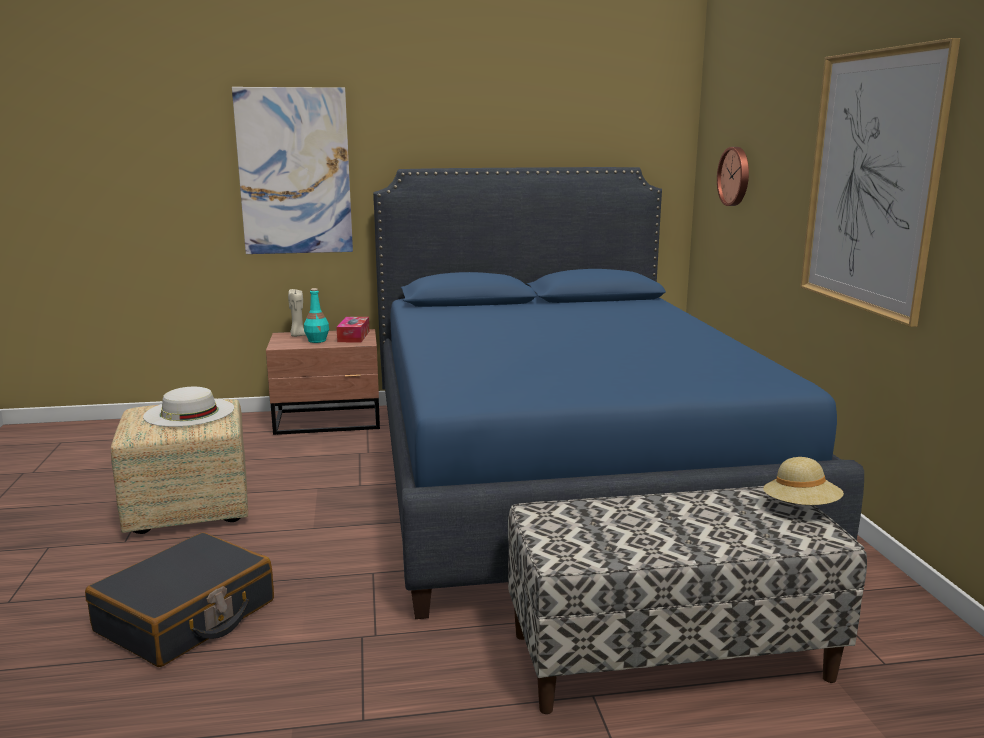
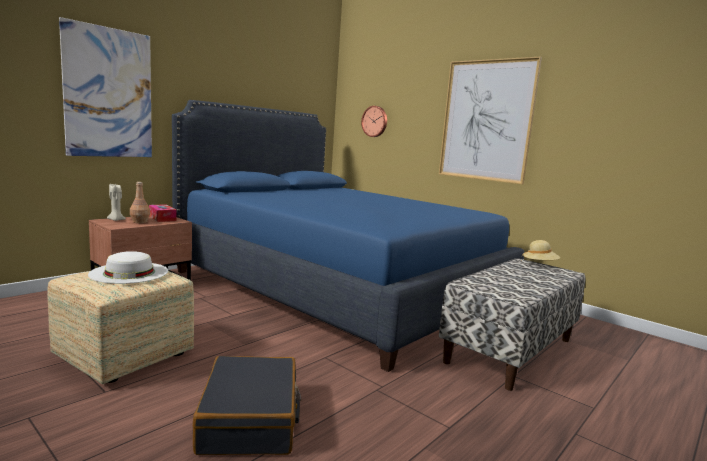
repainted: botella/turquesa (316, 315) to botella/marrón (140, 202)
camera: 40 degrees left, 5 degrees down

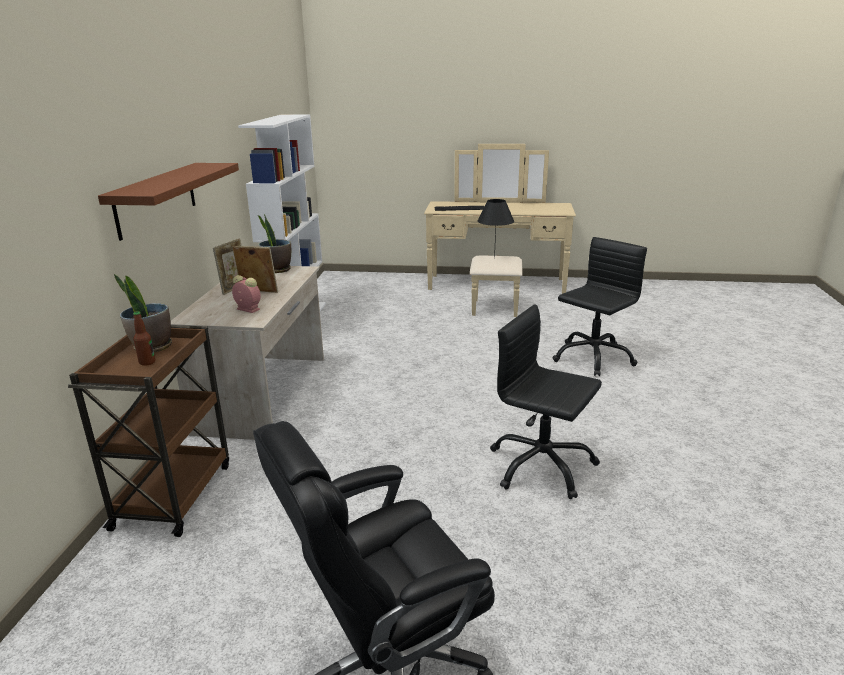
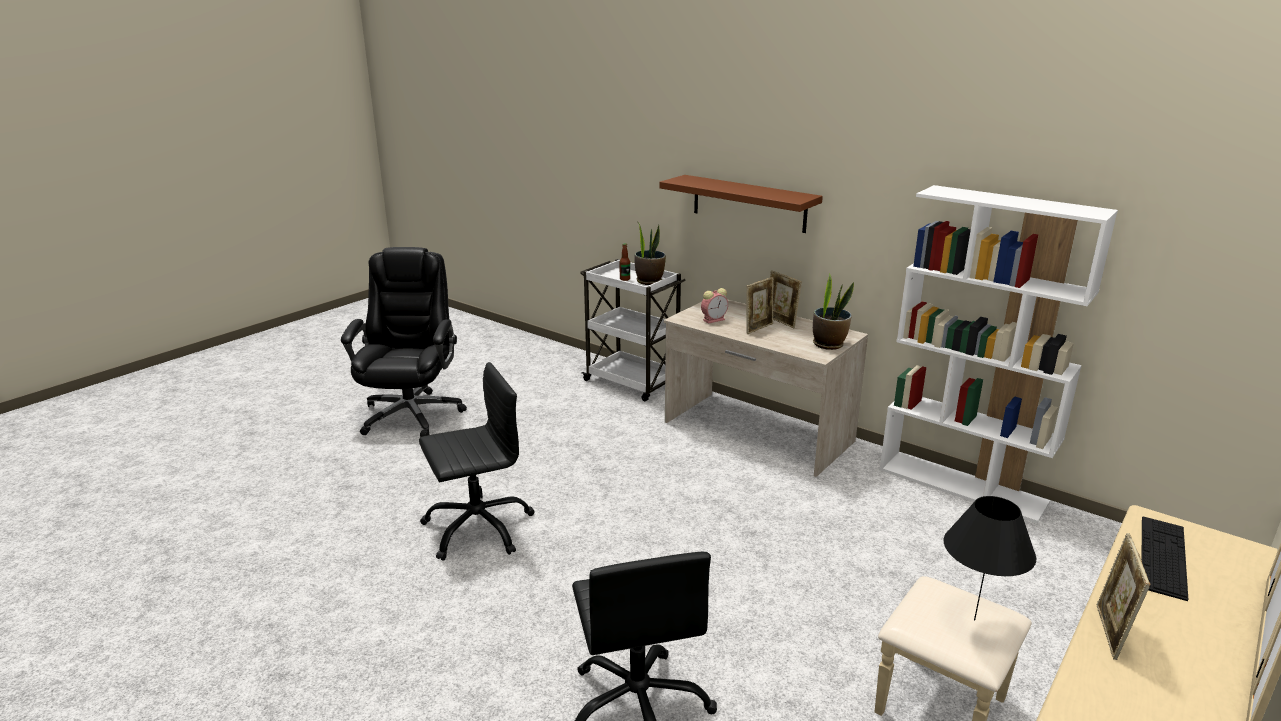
new: portarretratos (1123, 596)
repainted: carrito/marrón (148, 431) to carrito/blanco (633, 330)
camera: 120 degrees right, 0 degrees up

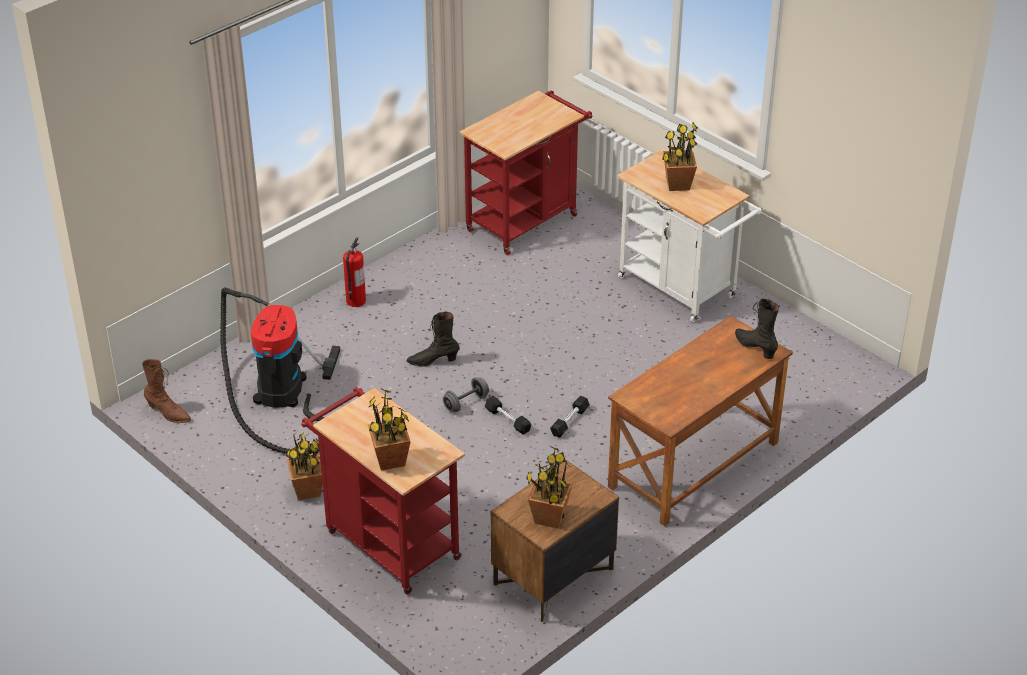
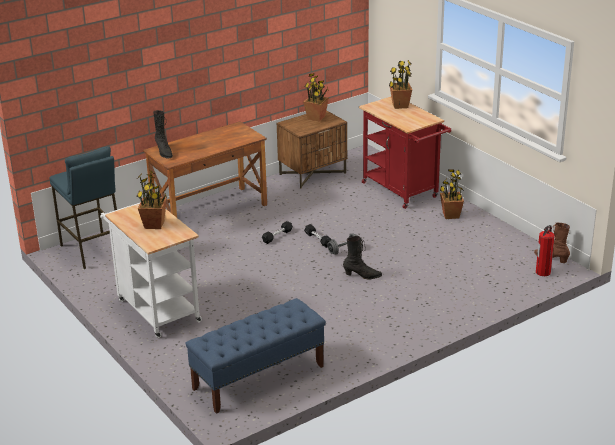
gone: aspiradora (280, 371)
new: taburete/azul (83, 207)
shifted: extintor (354, 272) to (545, 250)
swapped: carrito/rojo (525, 172) to banco/azul (255, 356)
camera: 170 degrees left, 10 degrees down

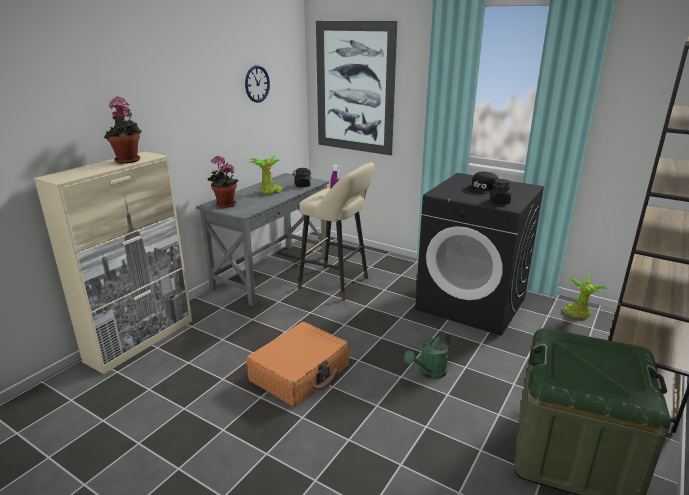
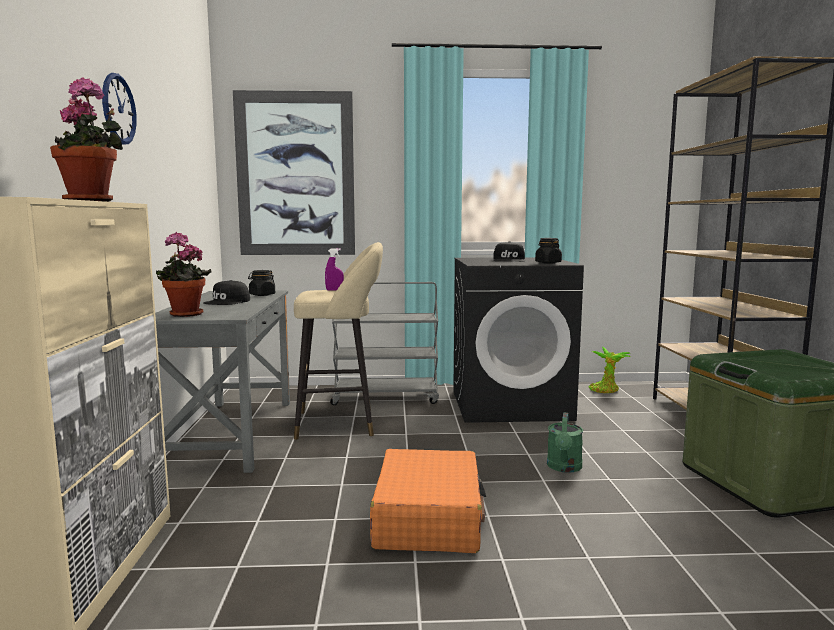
new: carrito/gris (384, 343)
shifted: reloj de pared (257, 84) to (119, 109)
swapped: planta en maceta (266, 175) to gorra/negro (226, 292)
camera: 35 degrees left, 15 degrees down

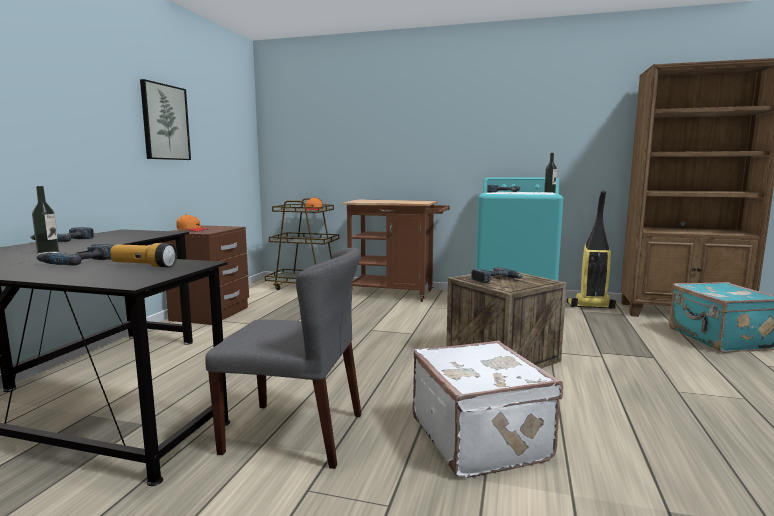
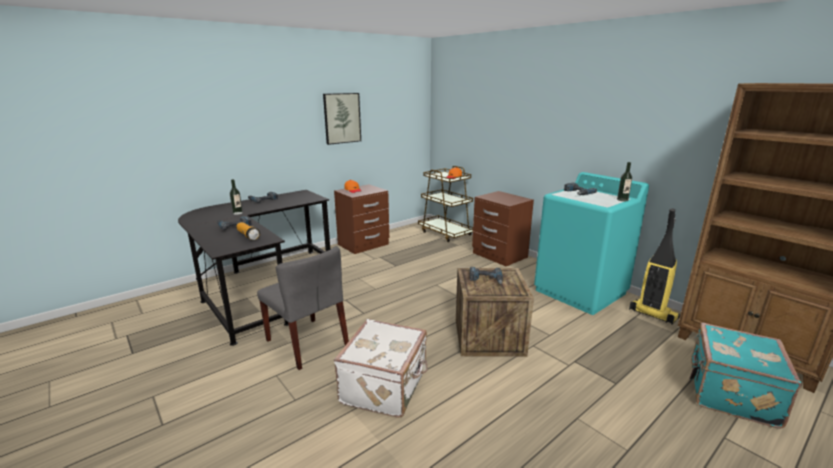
swapped: carrito/marrón (396, 251) to mesita de noche/marrón (503, 228)
camera: 35 degrees right, 10 degrees up

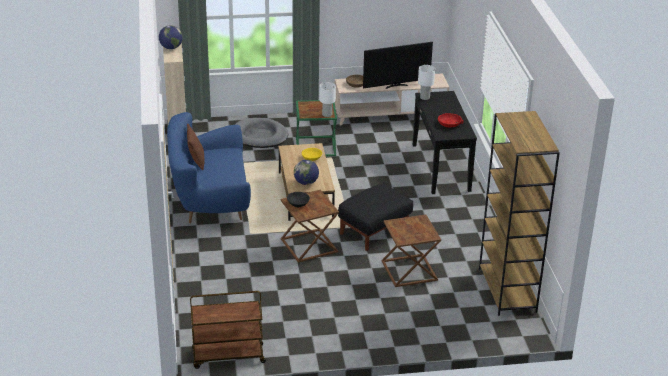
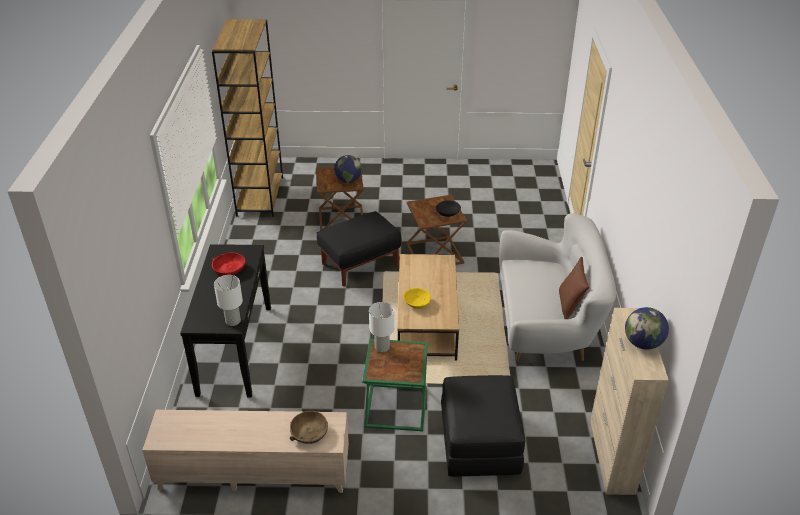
gone: carrito/marrón (228, 330); televisor (398, 65)
shifted: globo terráqueo (306, 172) to (348, 169)
swapped: cama para perro/gris (261, 133) to puf/negro (483, 426)
repainted: sofá/azul (209, 167) to sofá/blanco (557, 287)
camera: 170 degrees left, 5 degrees up

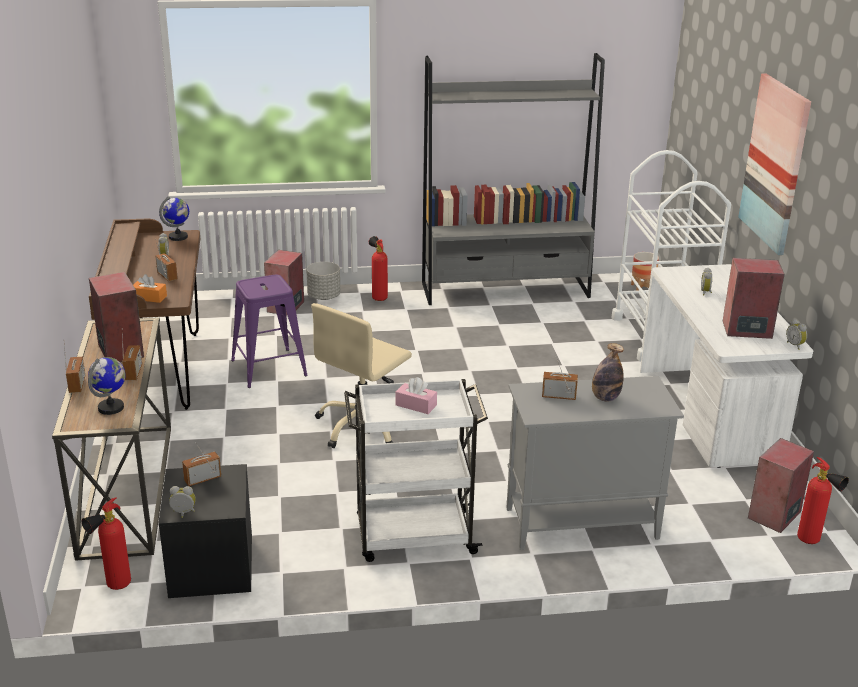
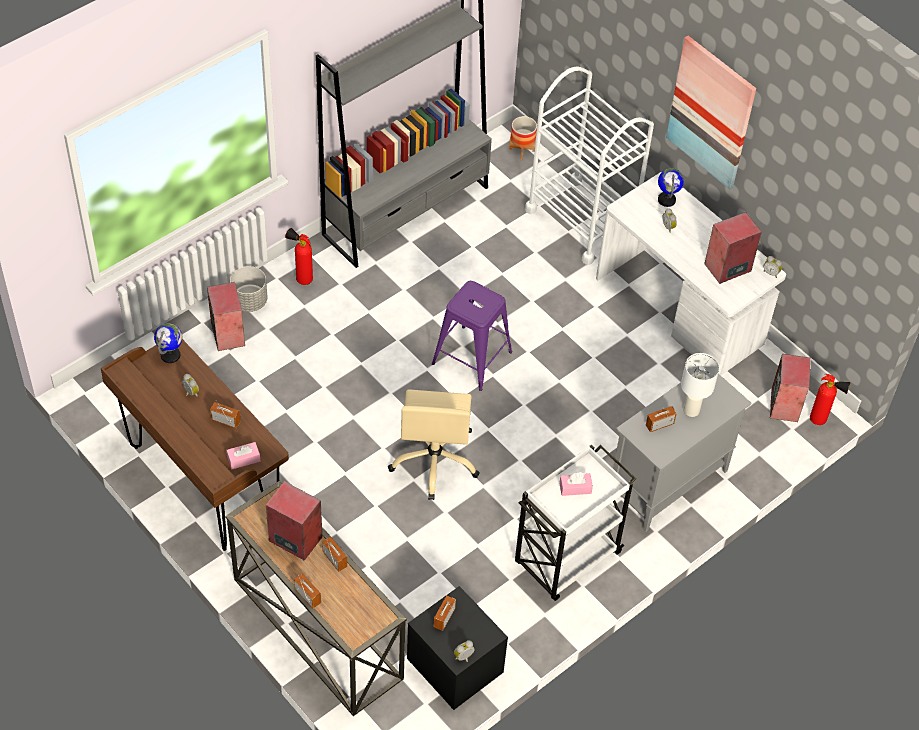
gone: extintor (106, 543)
shifted: globo terráqueo (107, 386) to (671, 187); taburete/morado (269, 331) to (472, 336)
swapped: botella (608, 372) to lámpara de mesa/blanco (700, 385)
repainted: caja de pañuelos/naranja (150, 288) to caja de pañuelos/rosa (243, 455)
camera: 35 degrees left, 25 degrees up

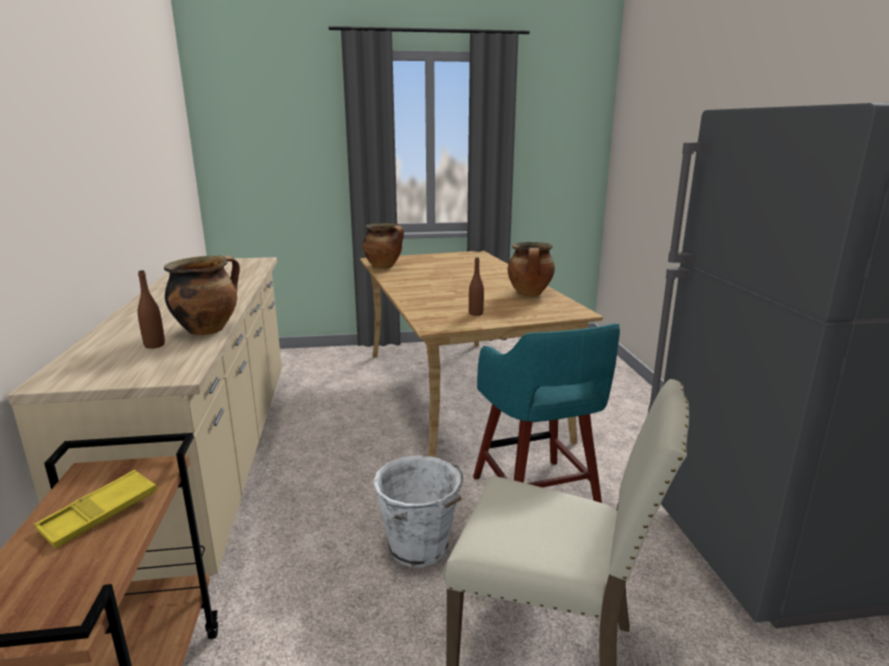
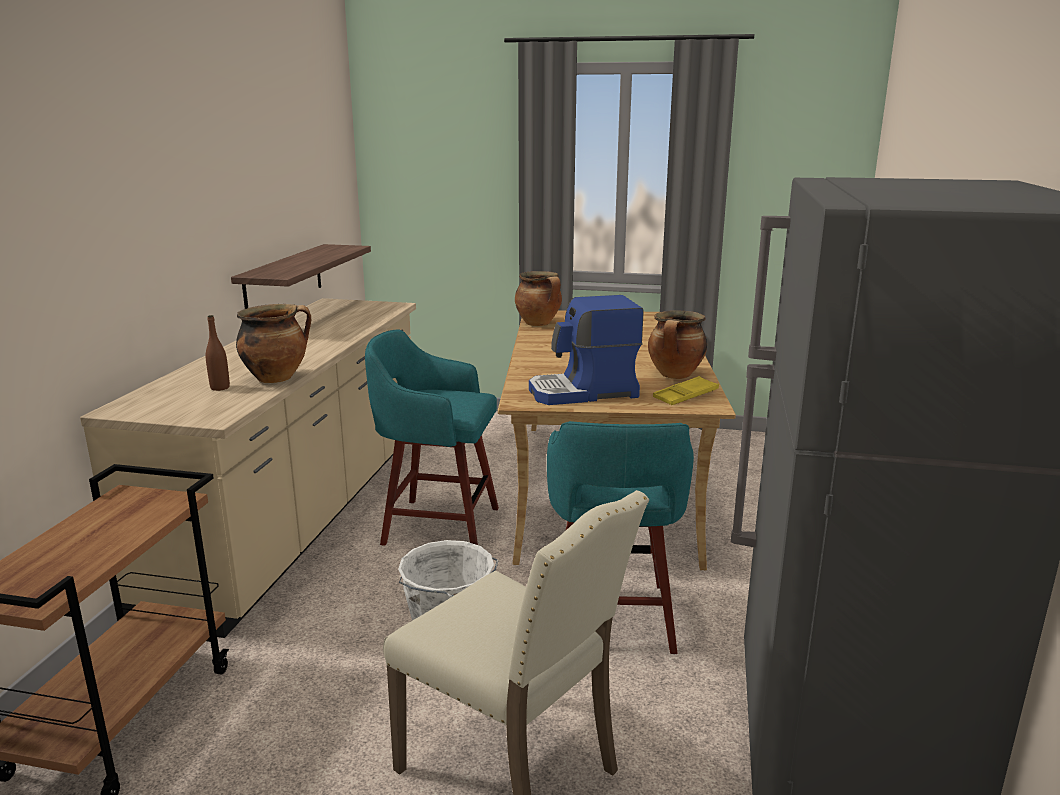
new: estante (301, 276); taburete/turquesa (432, 437)
shifted: bandeja/amarillo (95, 509) to (686, 390)
swapped: botella/marrón (476, 286) to cafetera (586, 350)
camera: 20 degrees right, 0 degrees up

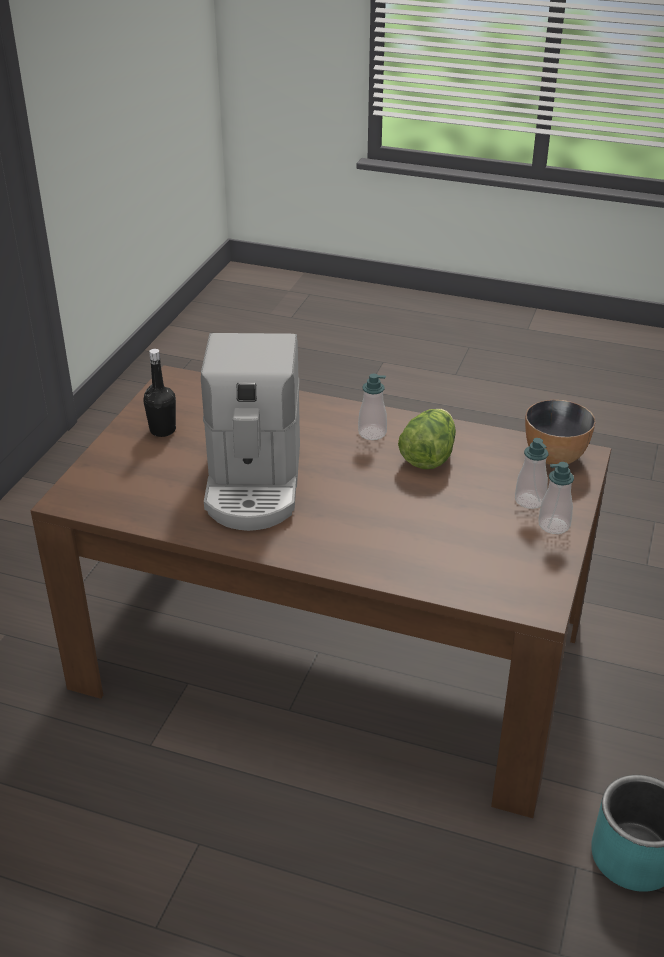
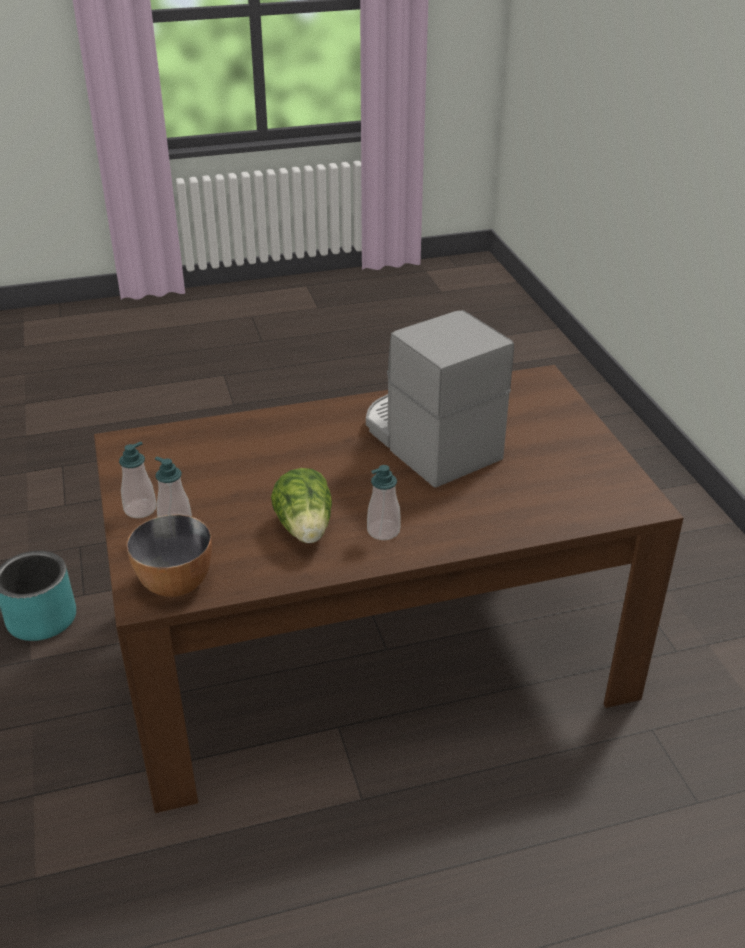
gone: botella/negro (159, 393)
camera: 145 degrees right, 0 degrees up

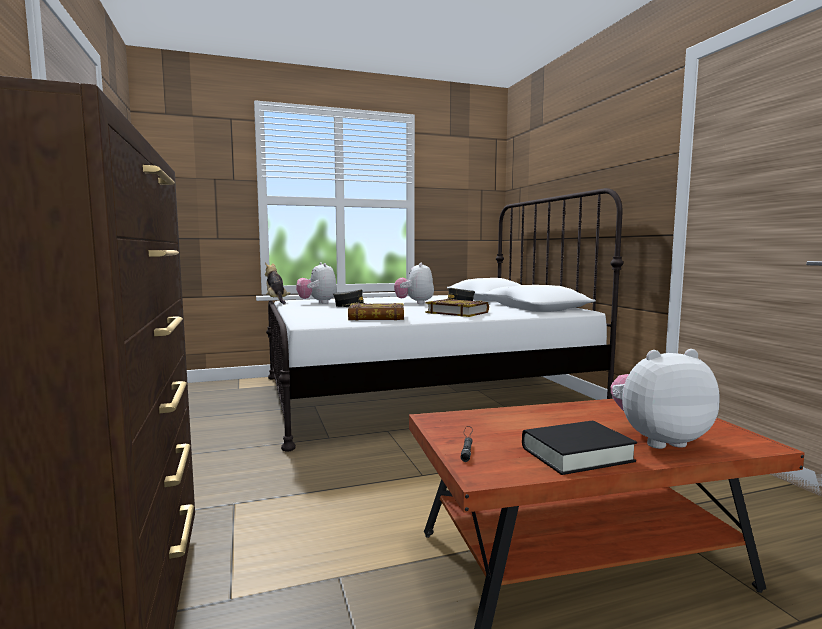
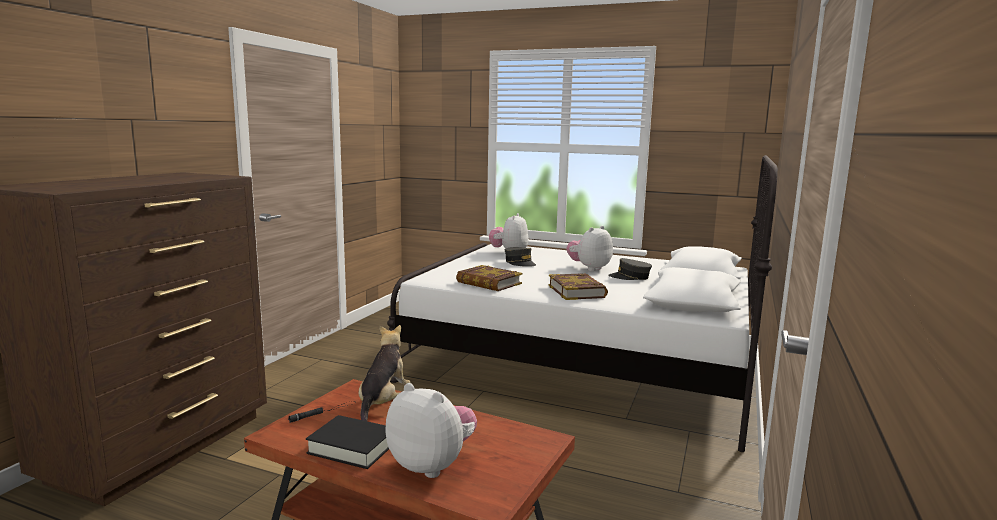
shifted: peluche (278, 283) to (385, 373)
camera: 40 degrees right, 5 degrees up

